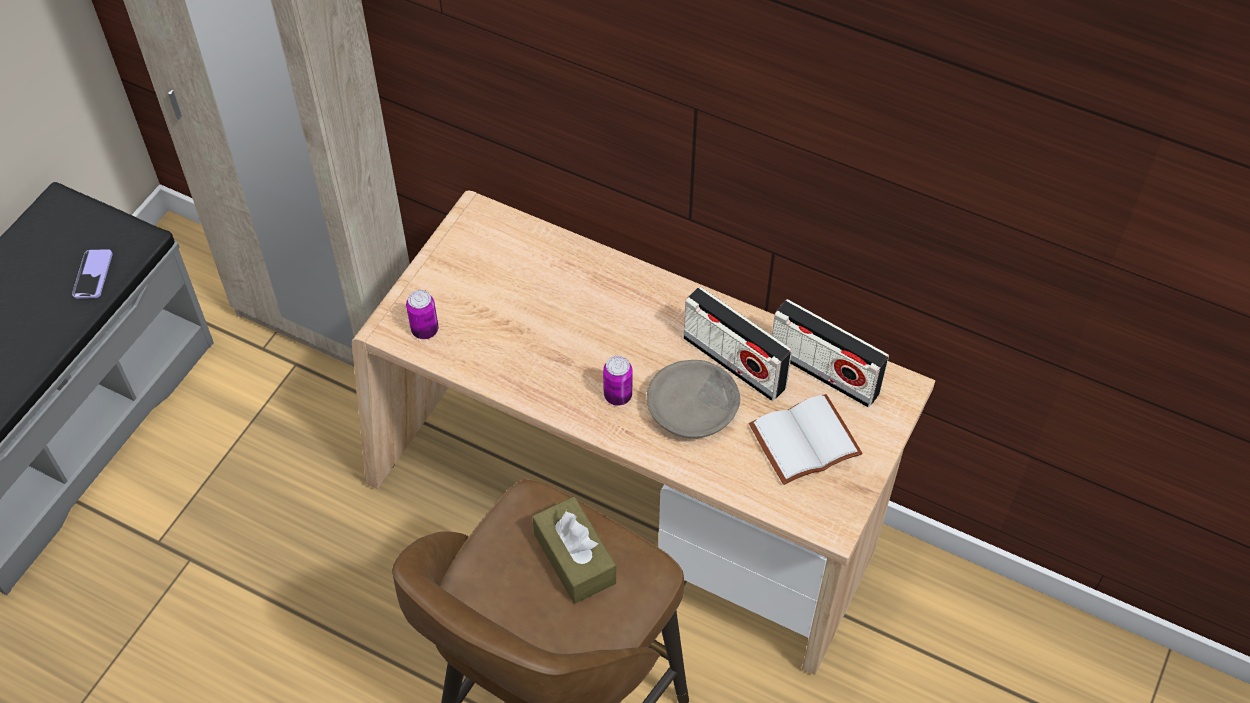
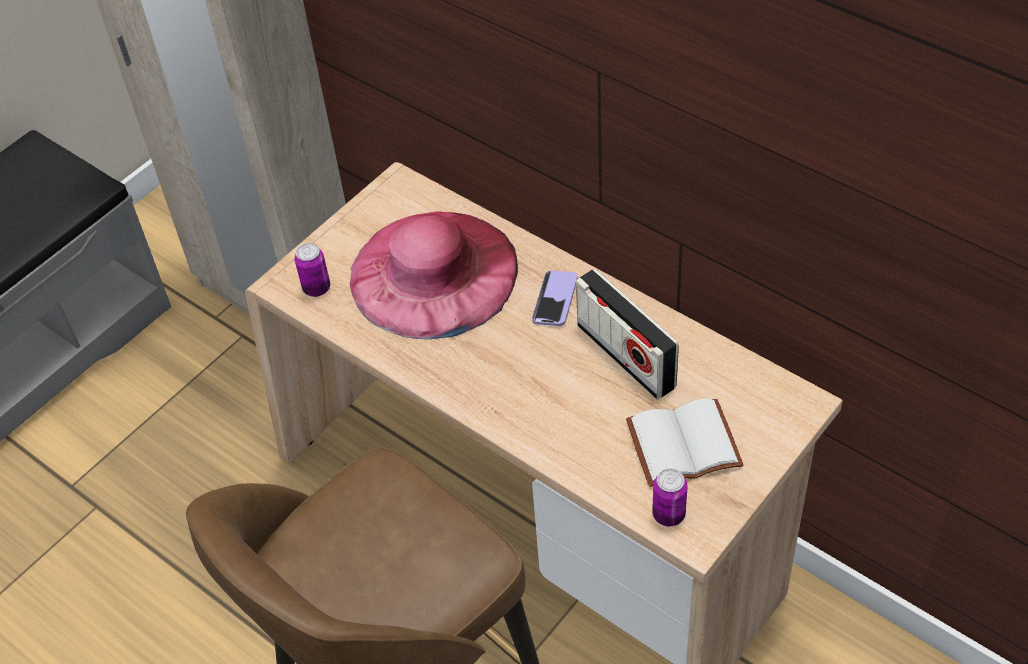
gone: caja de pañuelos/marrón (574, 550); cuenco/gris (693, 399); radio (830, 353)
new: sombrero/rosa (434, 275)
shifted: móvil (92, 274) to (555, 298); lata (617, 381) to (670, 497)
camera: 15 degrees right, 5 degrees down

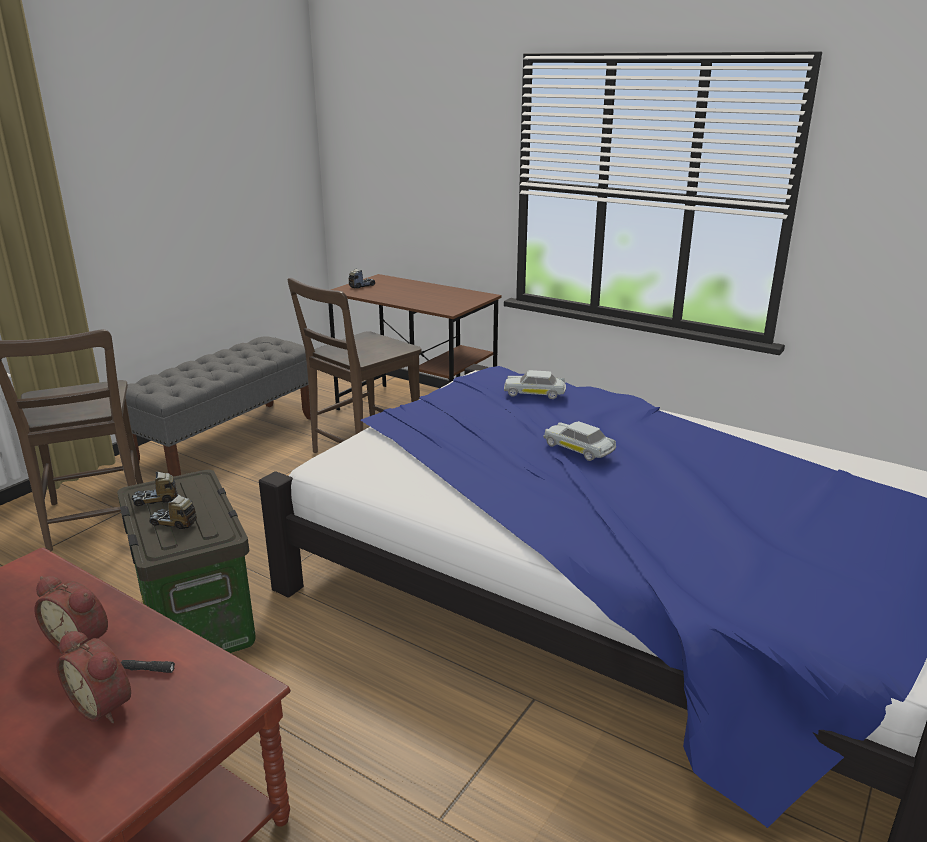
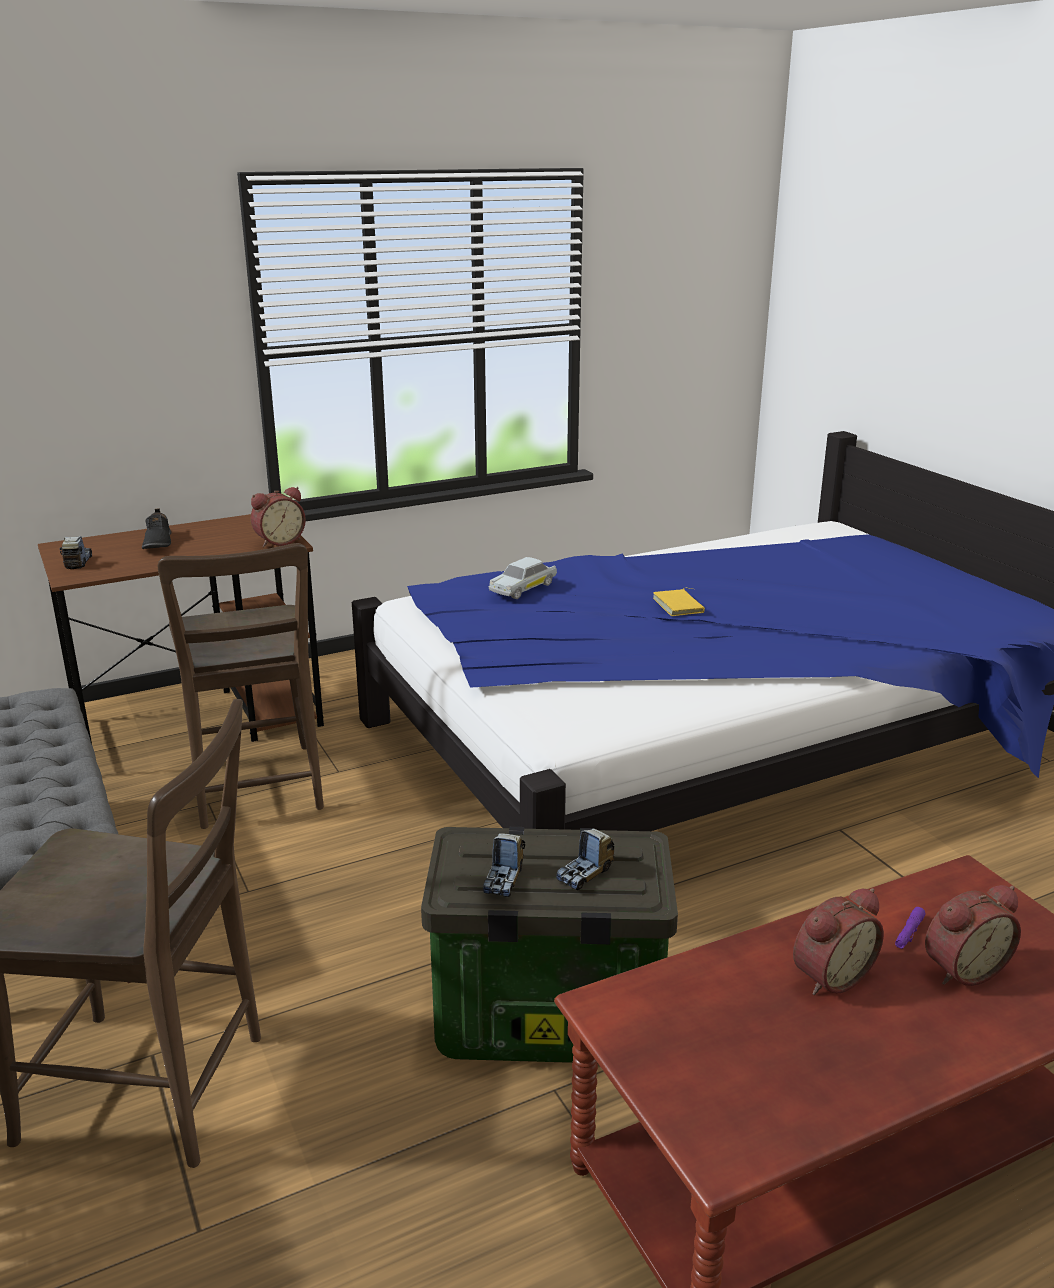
new: zapato/negro (156, 528); despertador (278, 517)
swapped: coche de juguete/blanco (579, 441) to libro/amarillo (679, 602)
repainted: linterna/negro (148, 666) to linterna/morado (910, 928)
camera: 60 degrees left, 0 degrees up

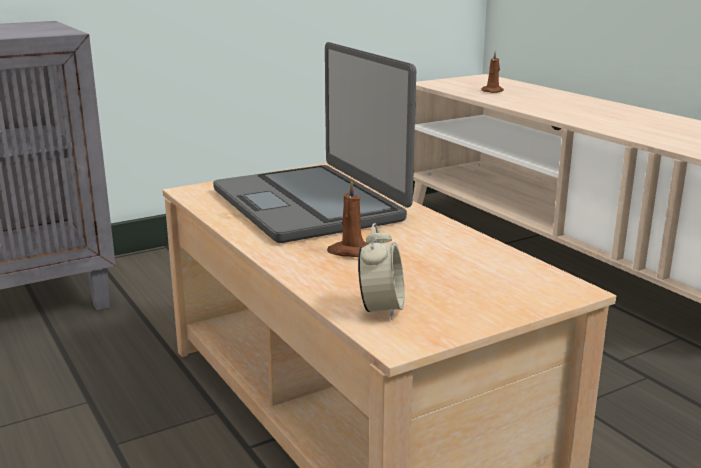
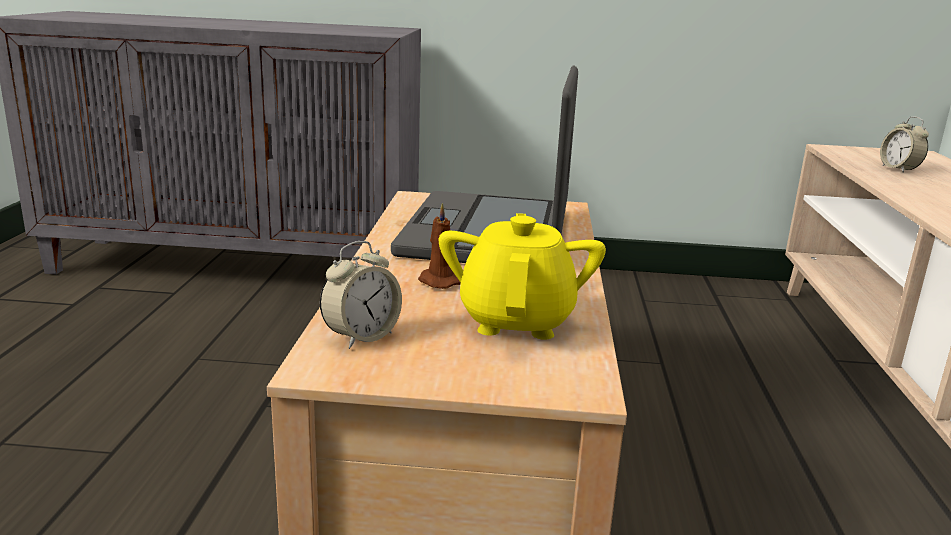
new: tetera/amarillo (522, 276)
swapped: vela/marrón (492, 71) to despertador (904, 145)
camera: 35 degrees right, 0 degrees up

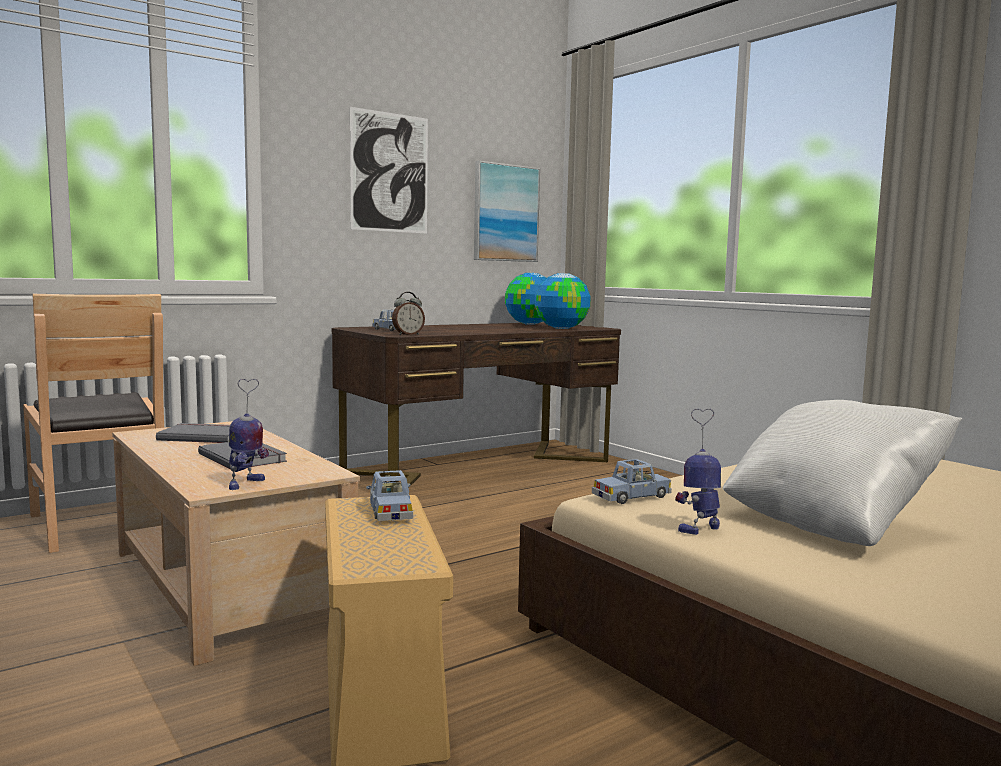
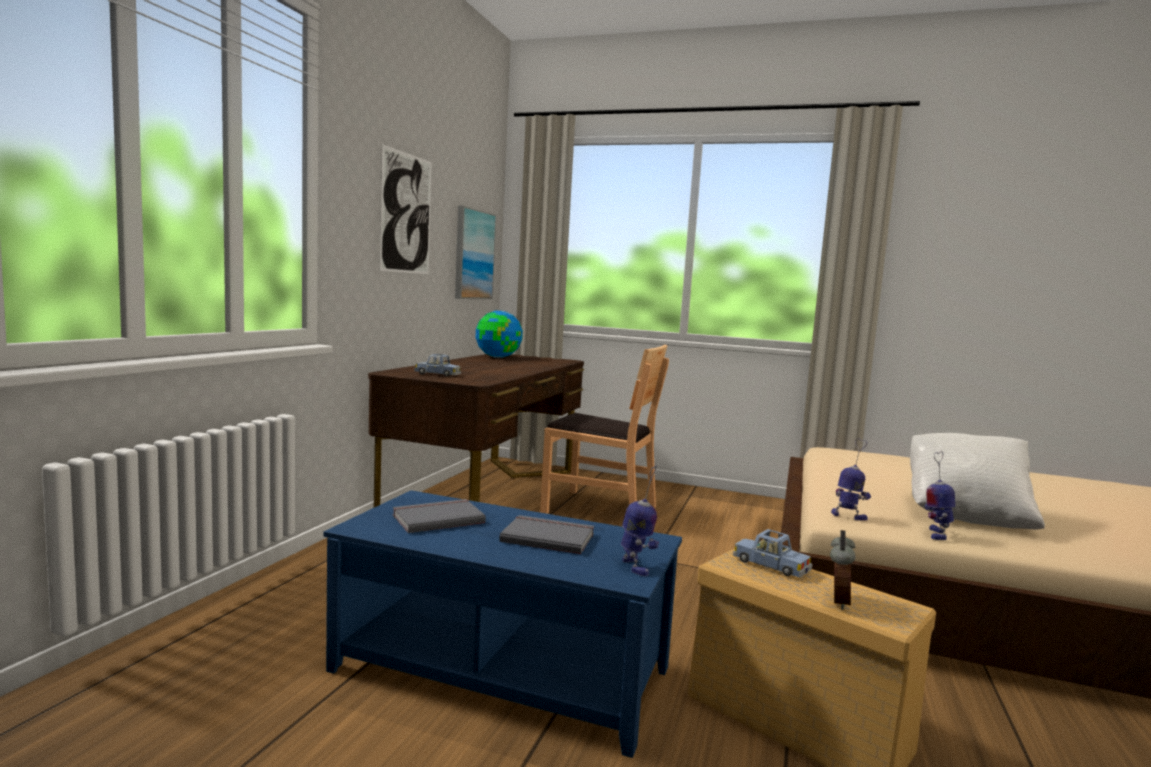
gone: globo terráqueo (563, 301)
shifted: silla/marrón (93, 423) to (604, 429); despertador (408, 313) to (843, 570)
swapped: coche de juguete/azul (632, 481) to robot de juguete (851, 479)
repainted: mesa de centro/beis (236, 543) to mesa de centro/azul (503, 624)
camera: 35 degrees left, 0 degrees up

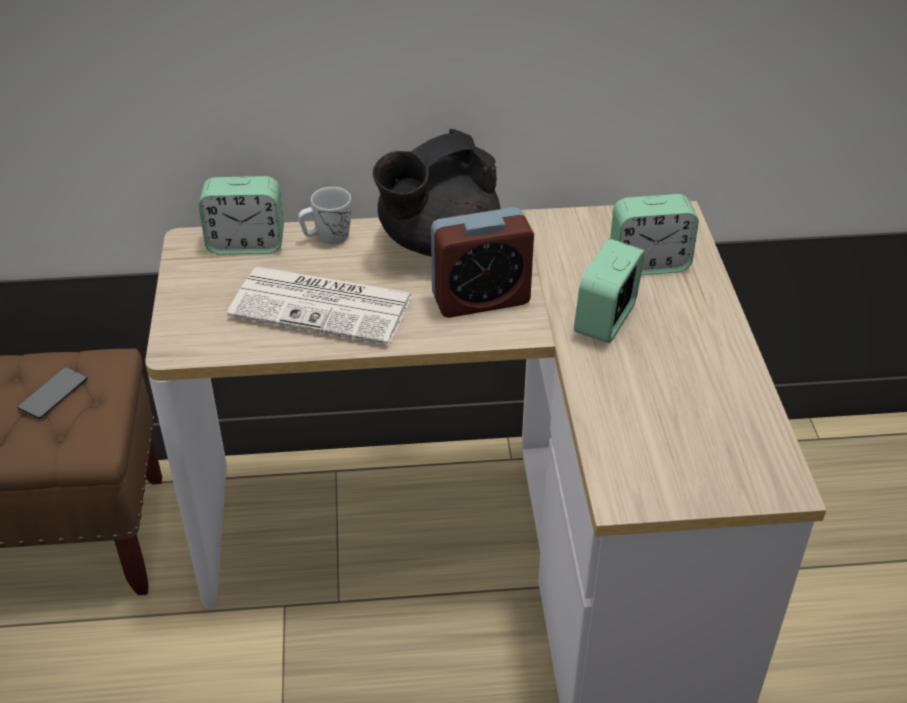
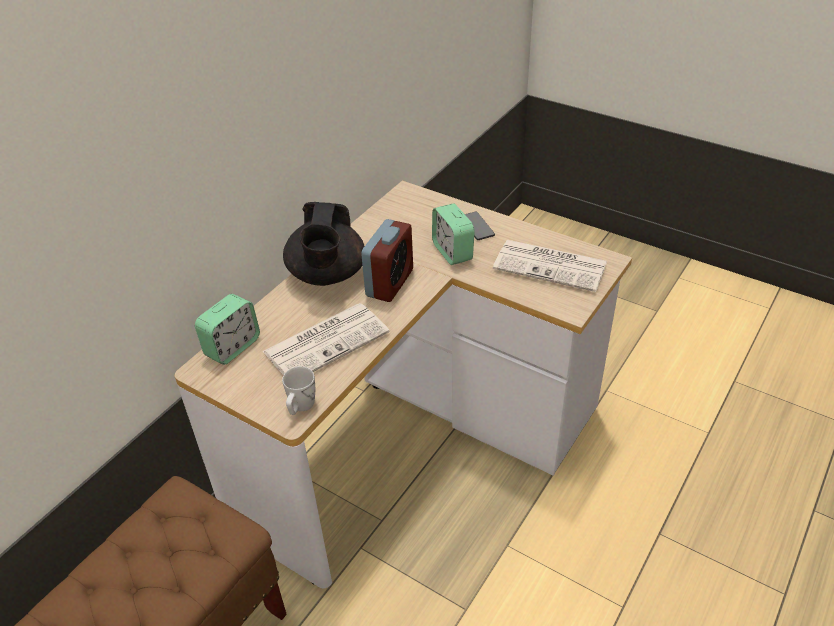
gone: despertador (654, 234)
new: periódico (550, 266)
shifted: móvil (52, 393) to (480, 225); taza grande/blanco (324, 216) to (298, 390)
camera: 50 degrees left, 0 degrees up

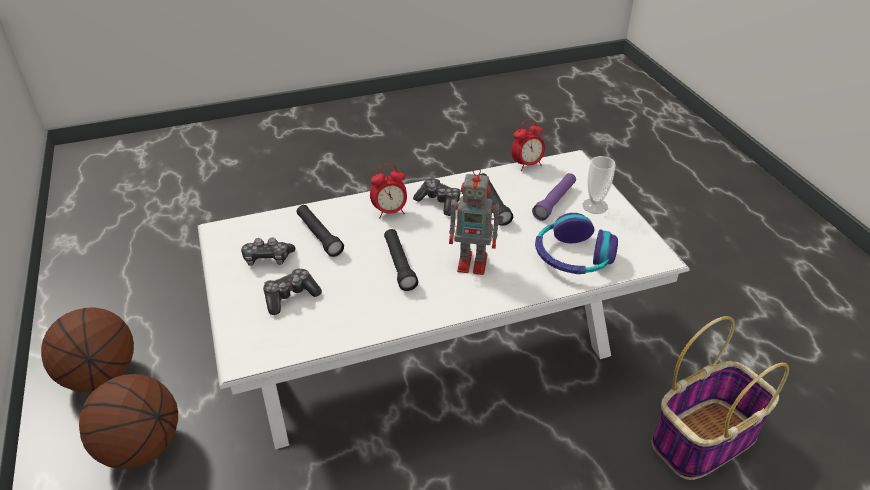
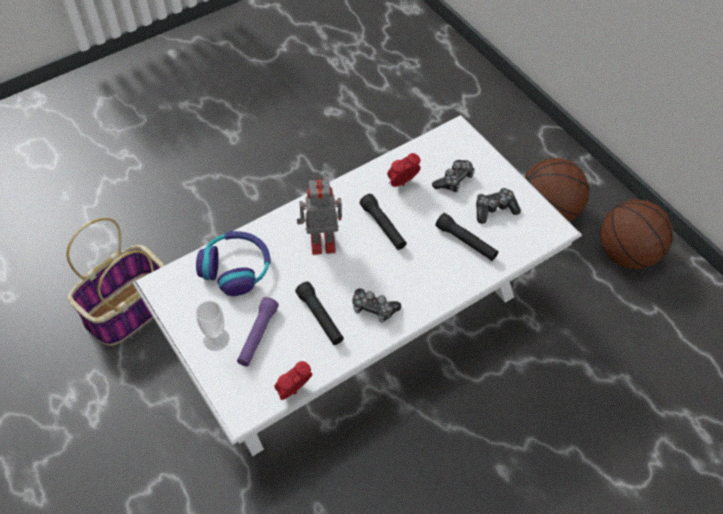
shifted: despertador (388, 191) to (404, 170)
camera: 165 degrees right, 15 degrees up

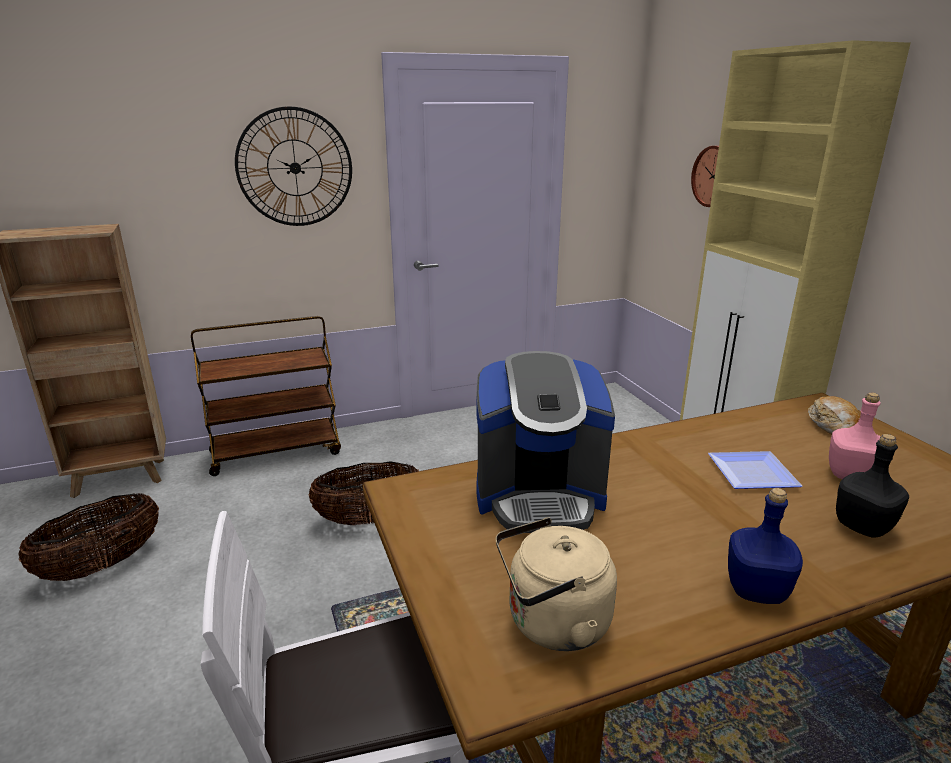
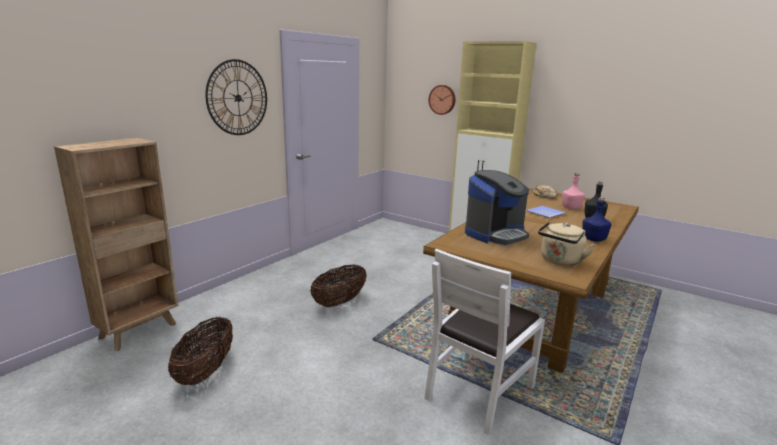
gone: carrito/marrón (266, 396)
camera: 35 degrees left, 5 degrees down

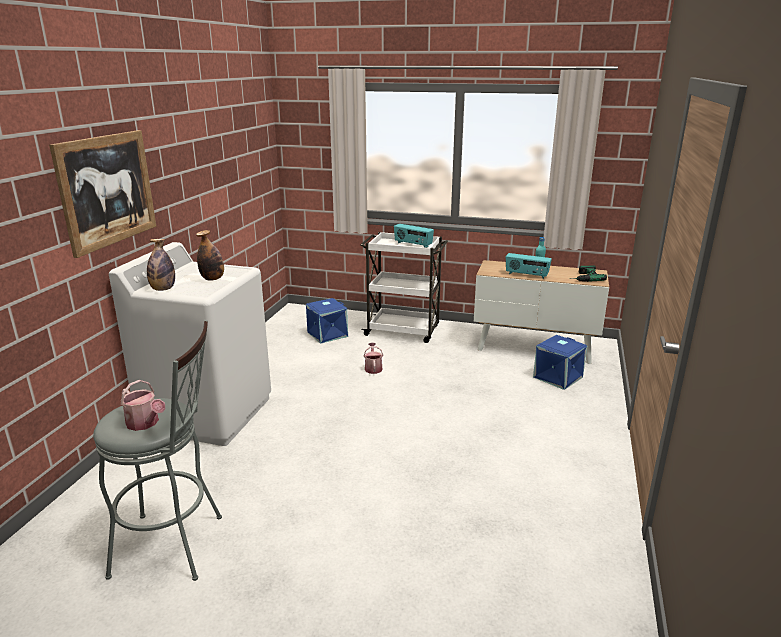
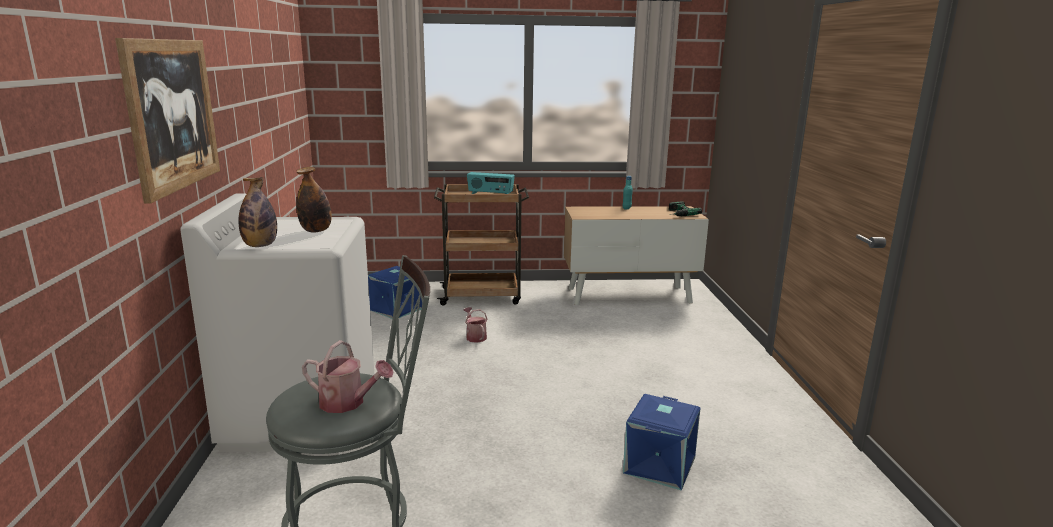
gone: radio (529, 266)
shifted: caja de almacenaje/azul (560, 362) to (662, 442)
repainted: carrito/blanco (404, 287) to carrito/marrón (481, 244)
camera: 20 degrees left, 5 degrees down

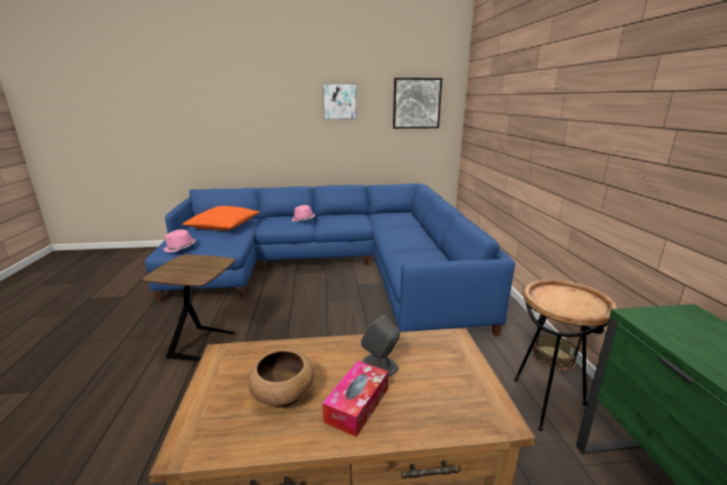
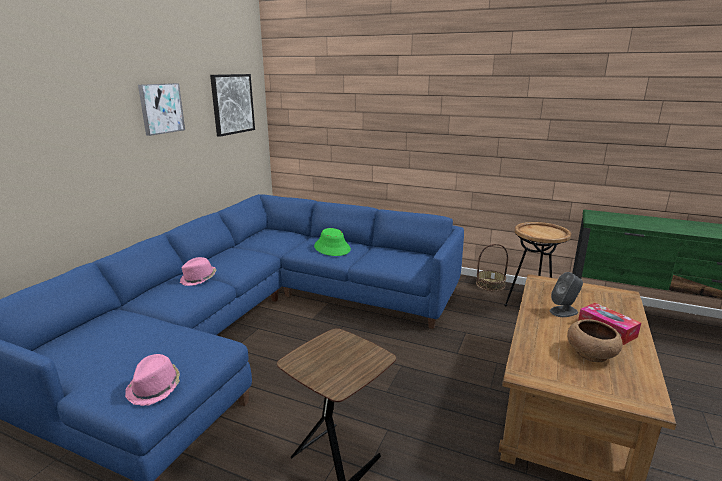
gone: cojín/naranja (221, 218)
new: sombrero/verde (332, 242)
camera: 60 degrees left, 0 degrees up

